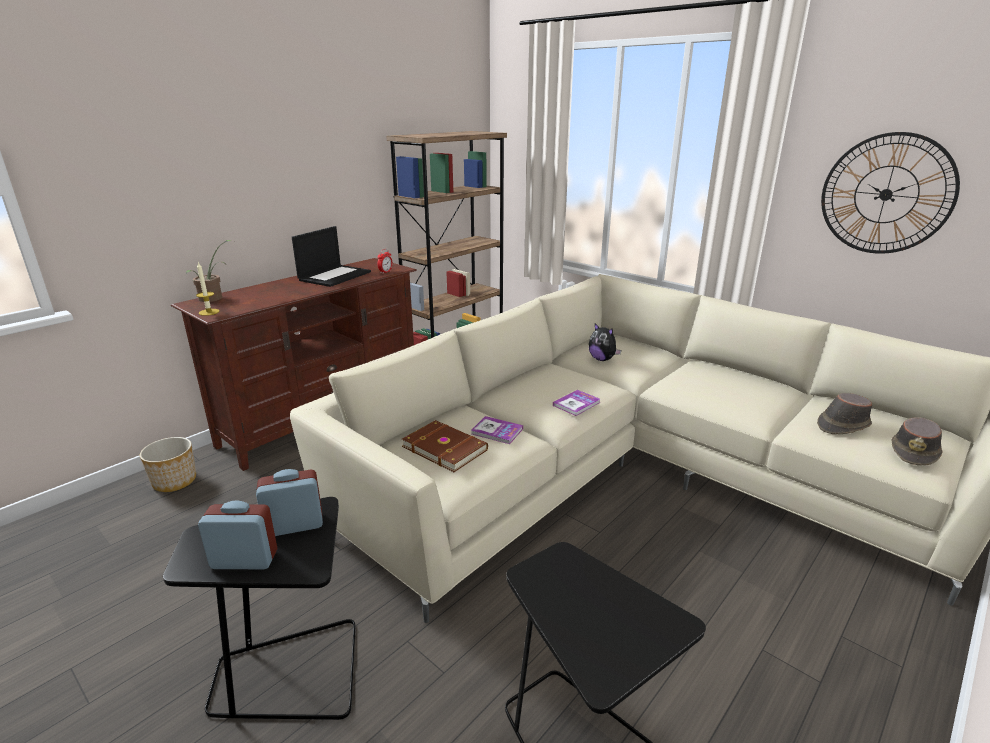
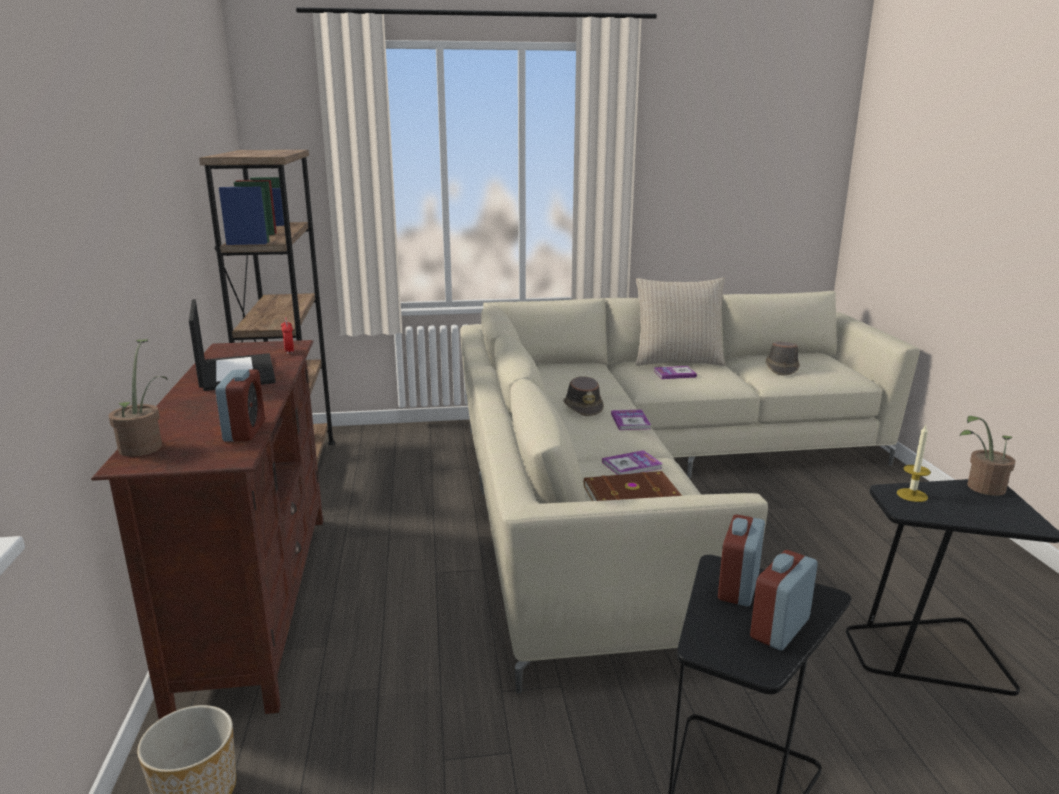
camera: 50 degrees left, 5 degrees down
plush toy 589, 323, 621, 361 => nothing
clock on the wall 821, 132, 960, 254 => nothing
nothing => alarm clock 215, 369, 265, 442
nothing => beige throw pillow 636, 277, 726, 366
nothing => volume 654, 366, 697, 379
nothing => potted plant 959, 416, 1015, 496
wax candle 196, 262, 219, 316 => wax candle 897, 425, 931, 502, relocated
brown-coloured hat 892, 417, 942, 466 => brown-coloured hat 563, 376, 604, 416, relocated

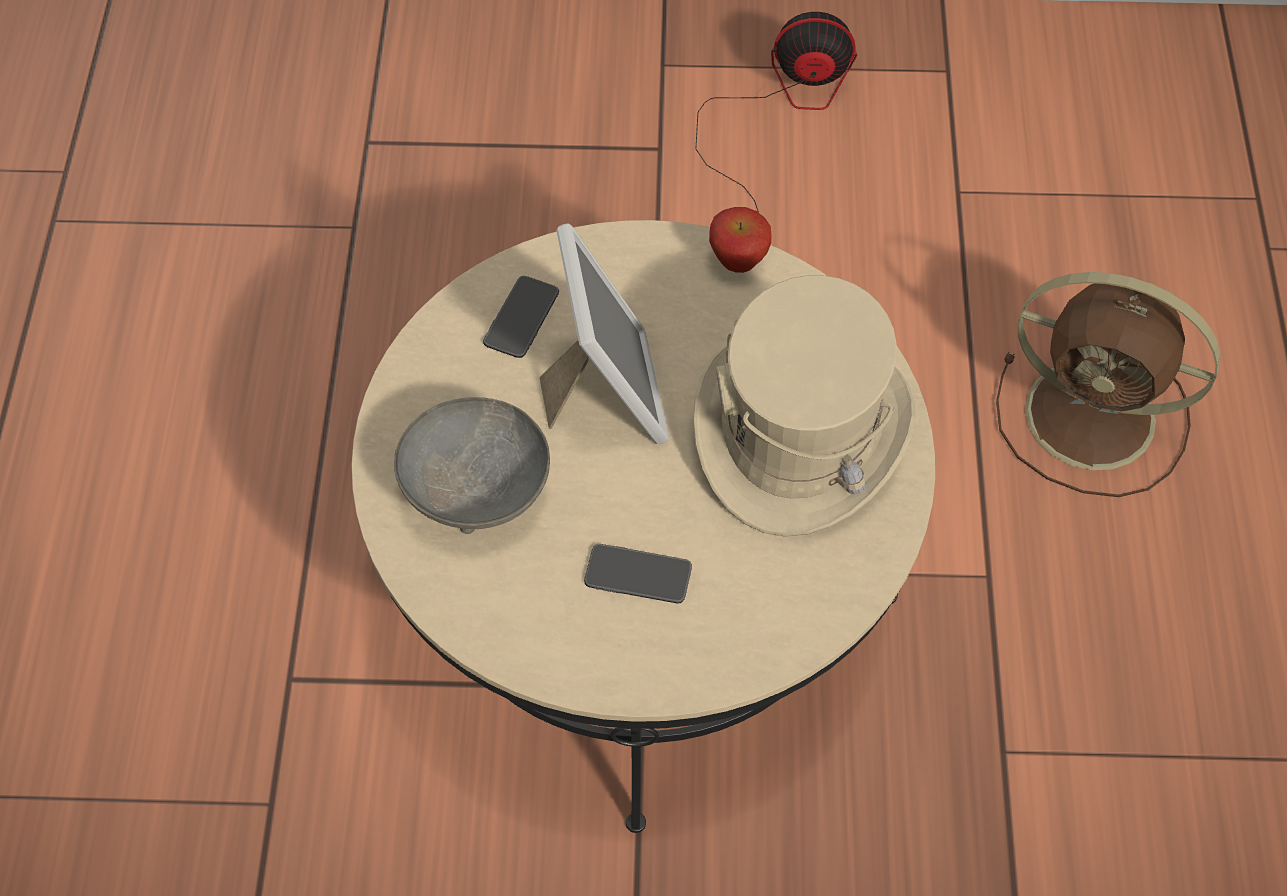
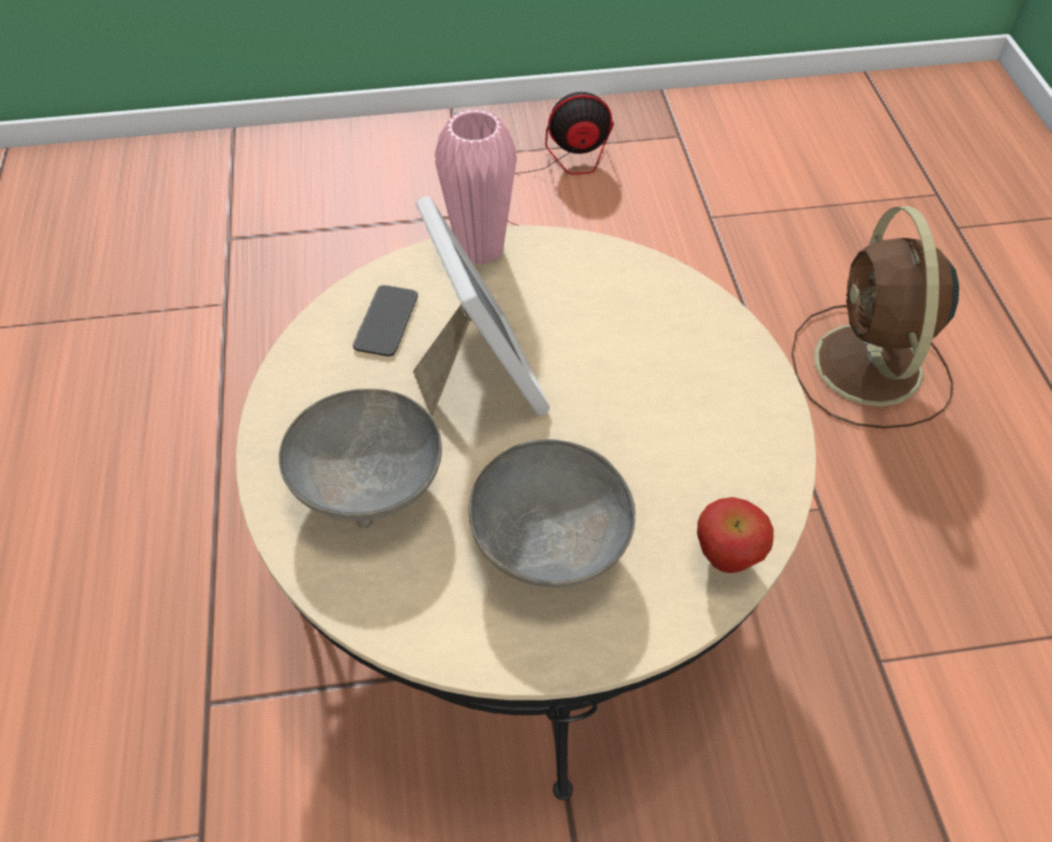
camera: 10 degrees left, 5 degrees down
beige hat 693, 275, 916, 537 => nothing
nothing => pinkish decorative vase 435, 109, 517, 265
apple 709, 207, 771, 273 => apple 697, 497, 774, 573, relocated
phone 584, 544, 692, 603 => grey bowl 468, 439, 635, 588
brown-coloured fan 996, 272, 1221, 497 => brown-coloured fan 791, 206, 959, 429, 75 degrees clockwise

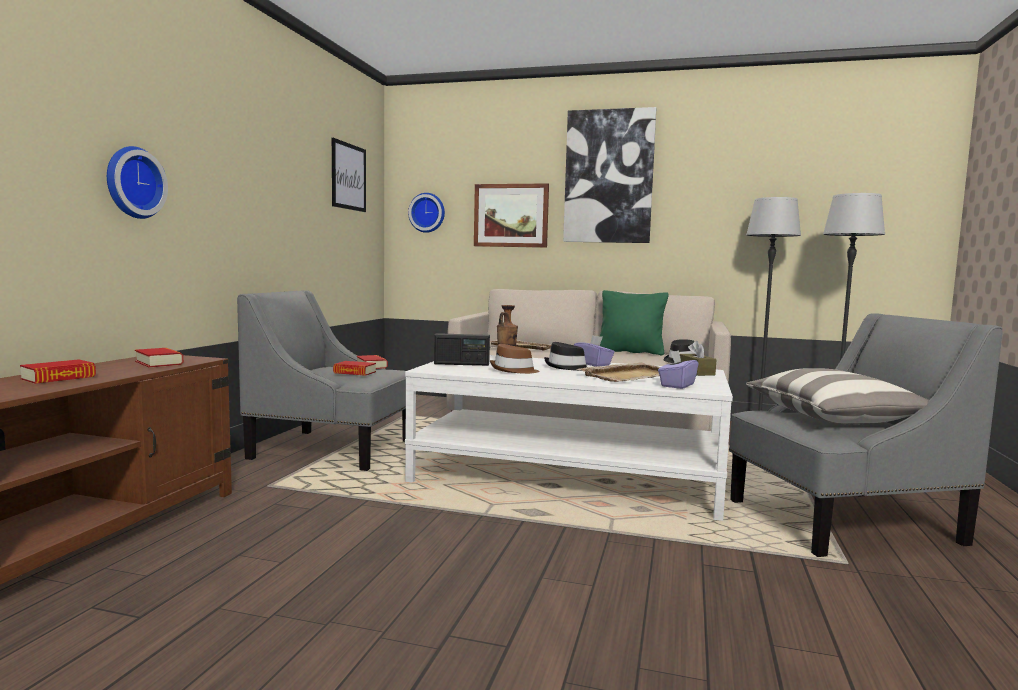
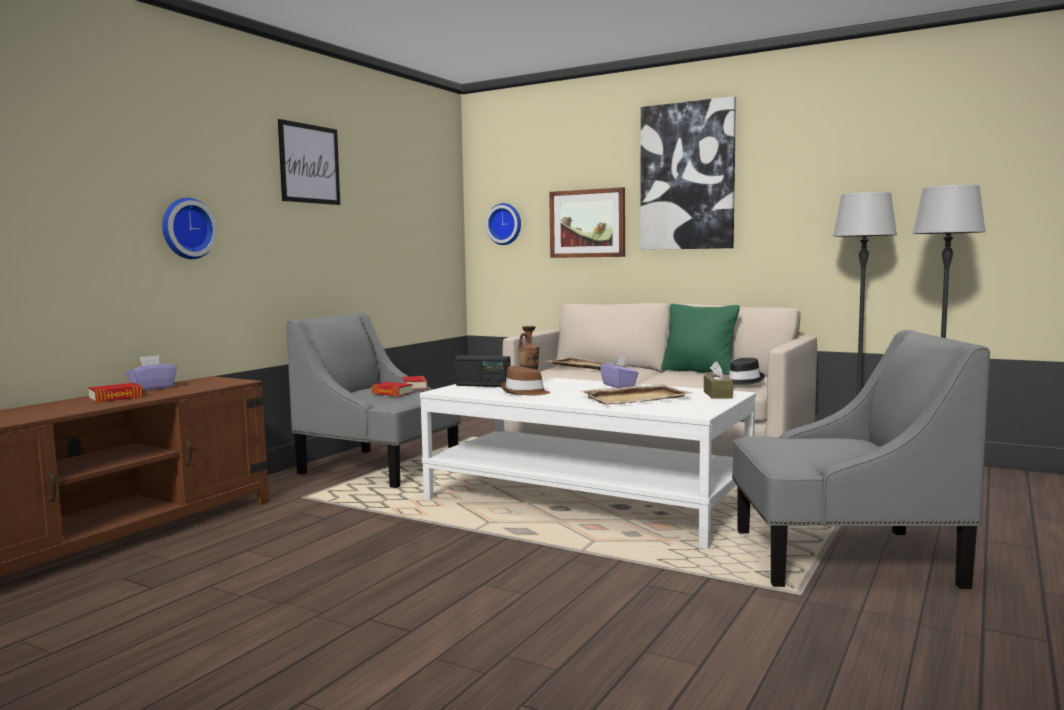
camera: 15 degrees right, 0 degrees up
volume 135, 348, 183, 367 => nothing
black hat 544, 342, 587, 371 => nothing
throw pillow 746, 368, 929, 424 => nothing
wall picture 332, 138, 366, 212 => wall picture 278, 119, 340, 205, relocated
purplish tissue holder 658, 350, 699, 389 => purplish tissue holder 126, 355, 177, 391, relocated

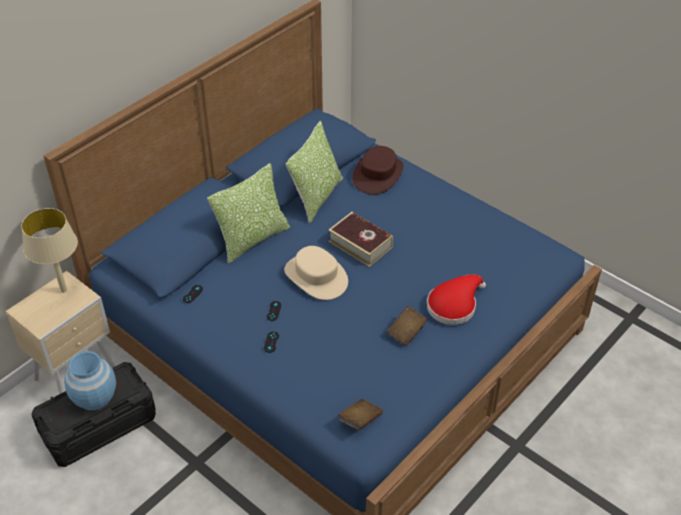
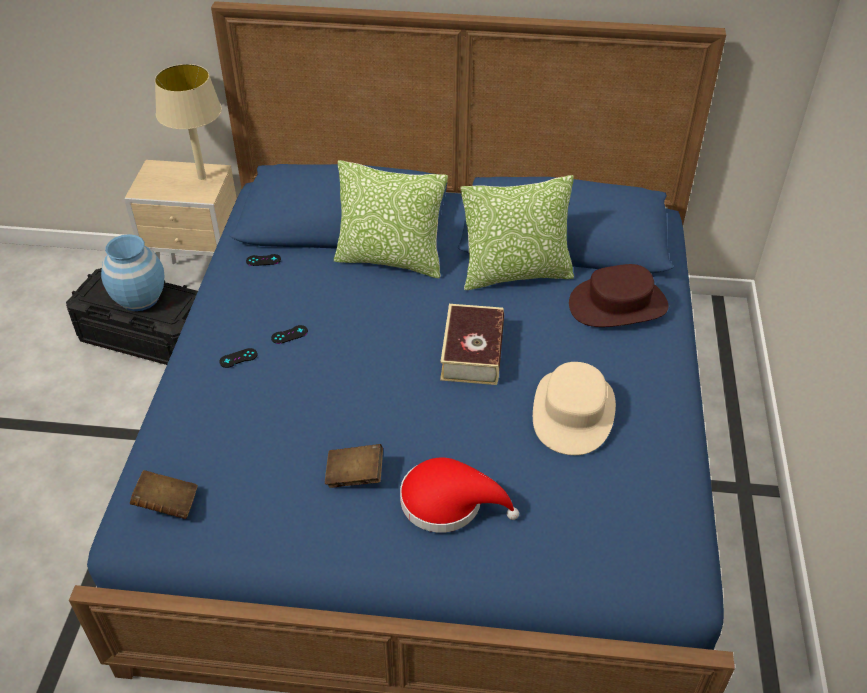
camera: 55 degrees right, 0 degrees up
beige hat 284, 246, 348, 300 => beige hat 533, 362, 616, 455, relocated

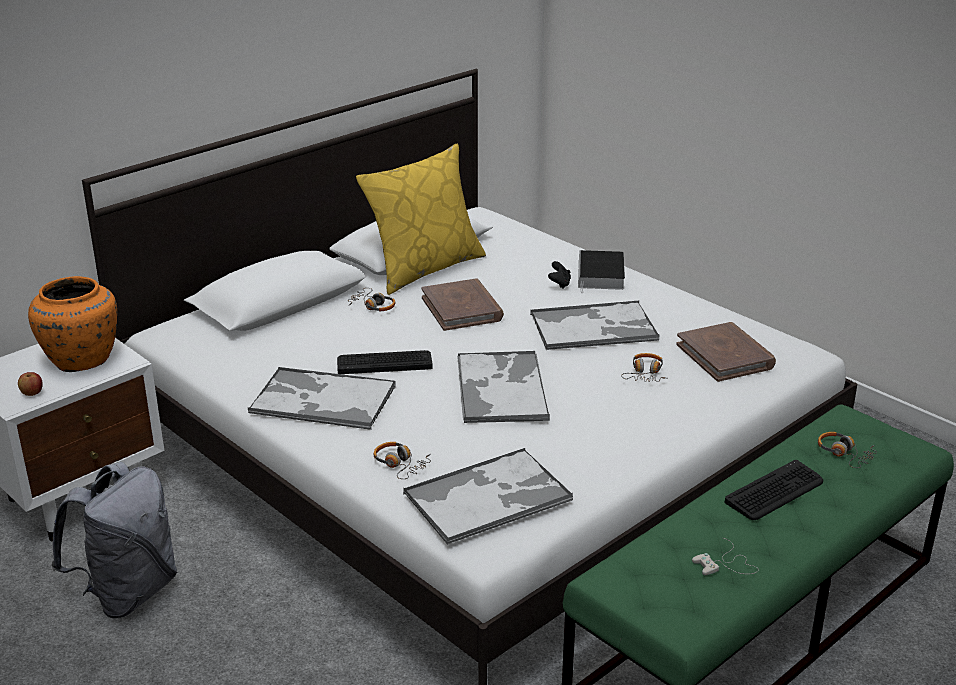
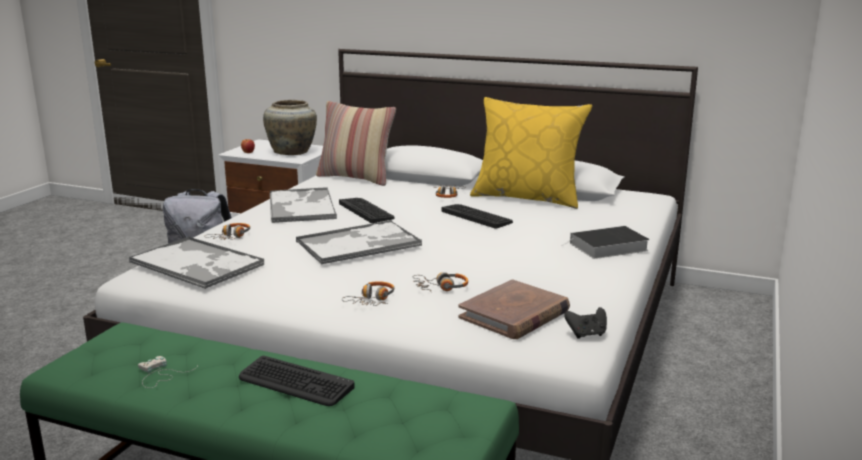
camera: 65 degrees right, 10 degrees down
carrying tray 530, 301, 659, 350 => nothing
nothing => throw pillow 316, 101, 396, 186
black game controller 548, 261, 571, 289 => black game controller 564, 307, 607, 339, relocated
headphones 818, 432, 877, 468 => headphones 342, 281, 394, 306, relocated
brown-coloured volume 421, 278, 504, 331 => PC keyboard 441, 204, 513, 229
orange-coloured decorative vase 28, 276, 117, 372 => beige decorative vase 263, 100, 317, 155

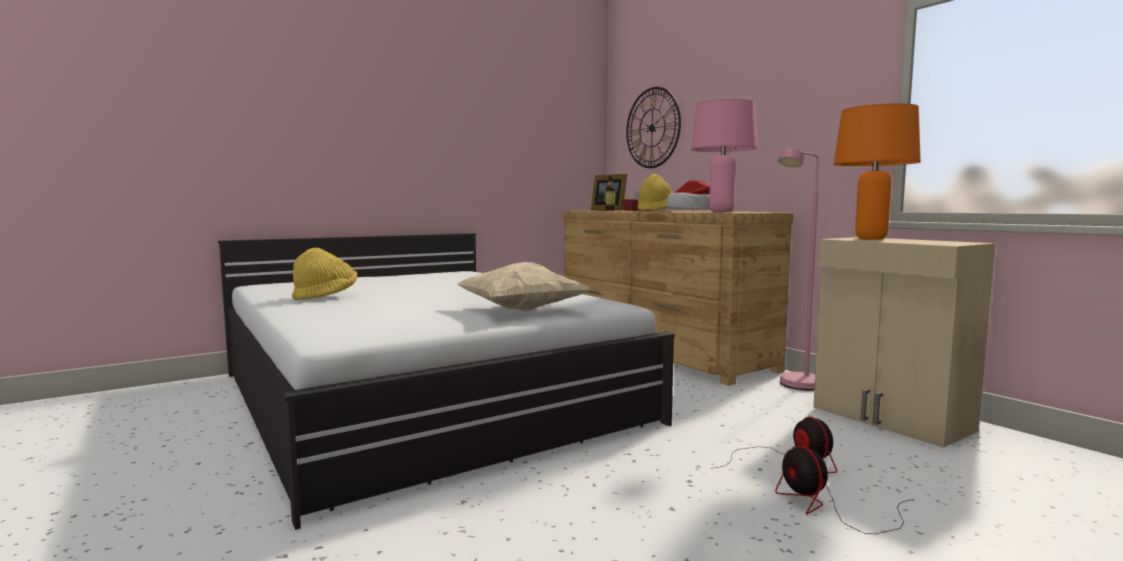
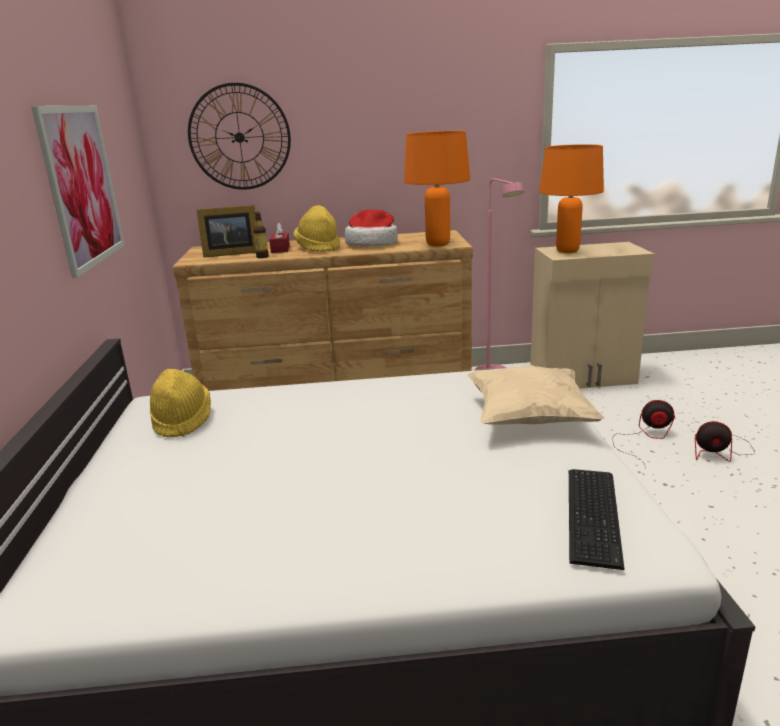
camera: 60 degrees left, 15 degrees up
nothing => wall picture 31, 106, 125, 278
nothing => PC keyboard 569, 469, 624, 570
yellow hat 292, 248, 357, 300 => yellow hat 150, 369, 211, 437, relocated
pinkish lamp for a table 691, 99, 757, 212 => orange-coloured lamp for a table 404, 131, 470, 246

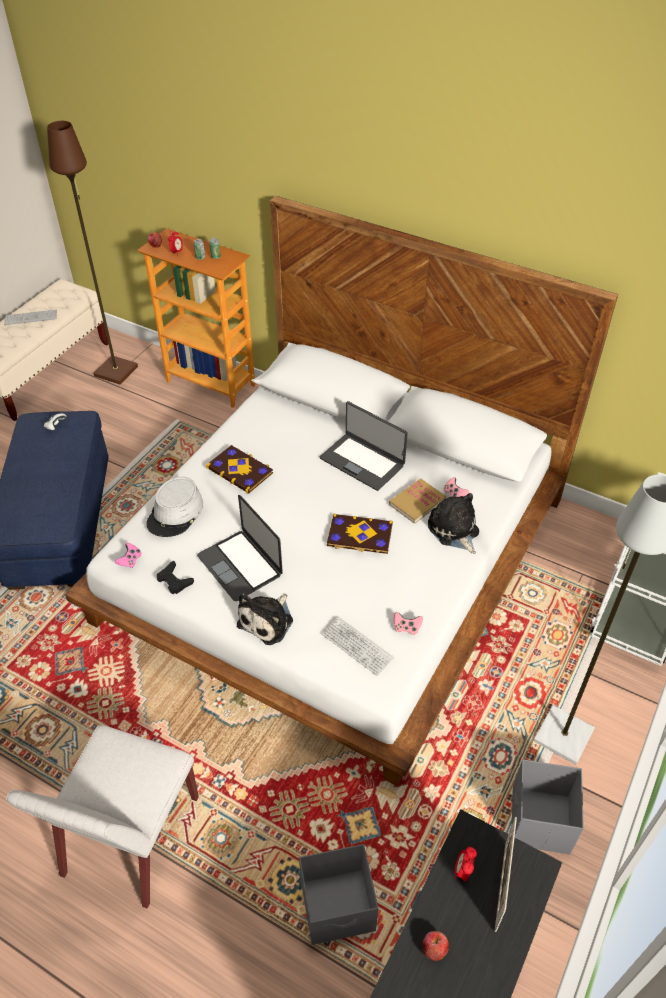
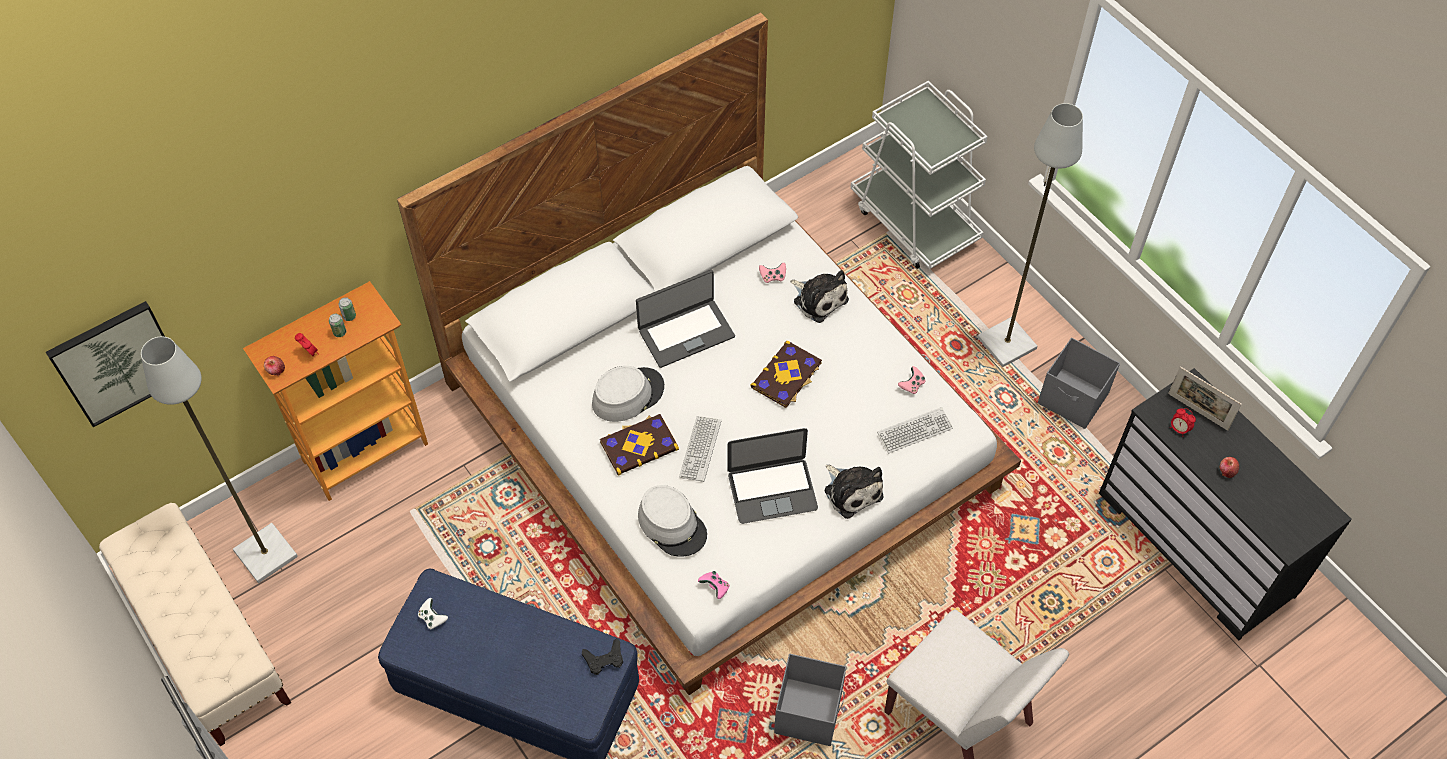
camera: 65 degrees left, 10 degrees up
volume 389, 479, 446, 524 => nothing
nothing => wall picture 46, 301, 165, 427
nothing => grey hat 592, 366, 664, 422
PC keyboard 4, 310, 57, 325 => PC keyboard 679, 416, 721, 482, relocated
black game controller 156, 561, 194, 594 => black game controller 582, 638, 623, 675, relocated
grey storage box 299, 844, 379, 945 => grey storage box 774, 653, 846, 746, relocated
brown-coloured floor lamp 47, 121, 138, 384 => grey floor lamp 141, 336, 298, 583
plush toy 428, 493, 479, 554 => plush toy 790, 270, 849, 323, 135 degrees counterclockwise

